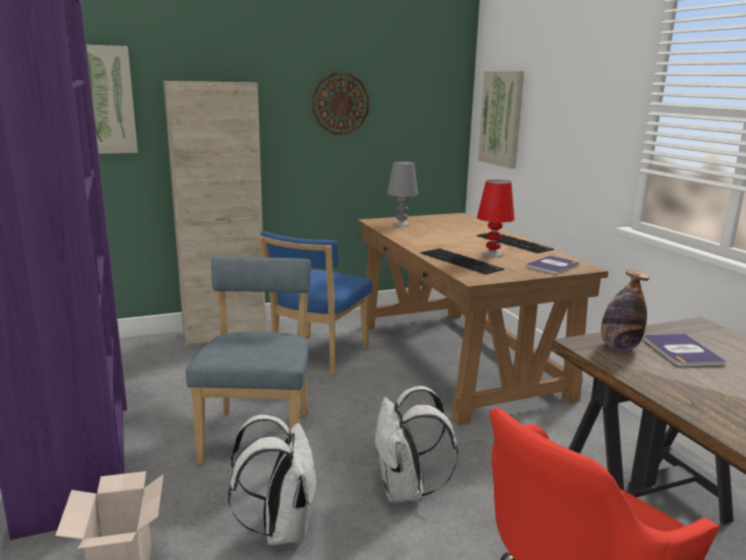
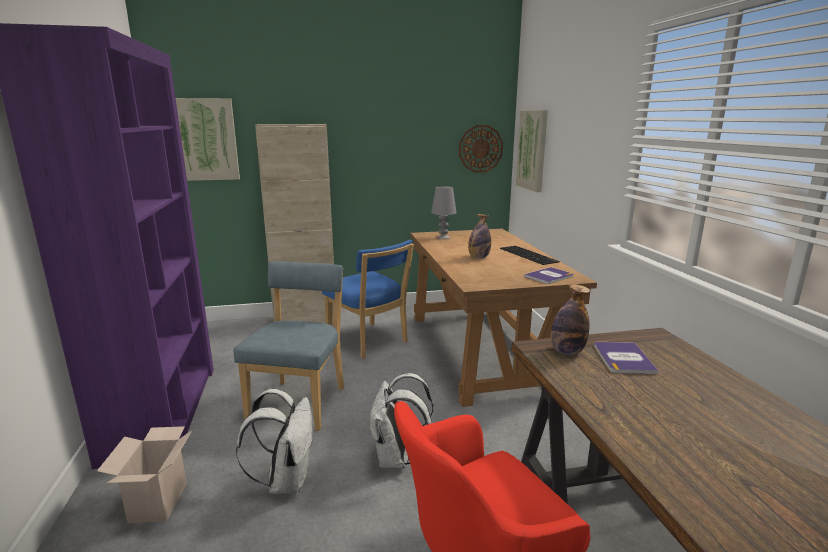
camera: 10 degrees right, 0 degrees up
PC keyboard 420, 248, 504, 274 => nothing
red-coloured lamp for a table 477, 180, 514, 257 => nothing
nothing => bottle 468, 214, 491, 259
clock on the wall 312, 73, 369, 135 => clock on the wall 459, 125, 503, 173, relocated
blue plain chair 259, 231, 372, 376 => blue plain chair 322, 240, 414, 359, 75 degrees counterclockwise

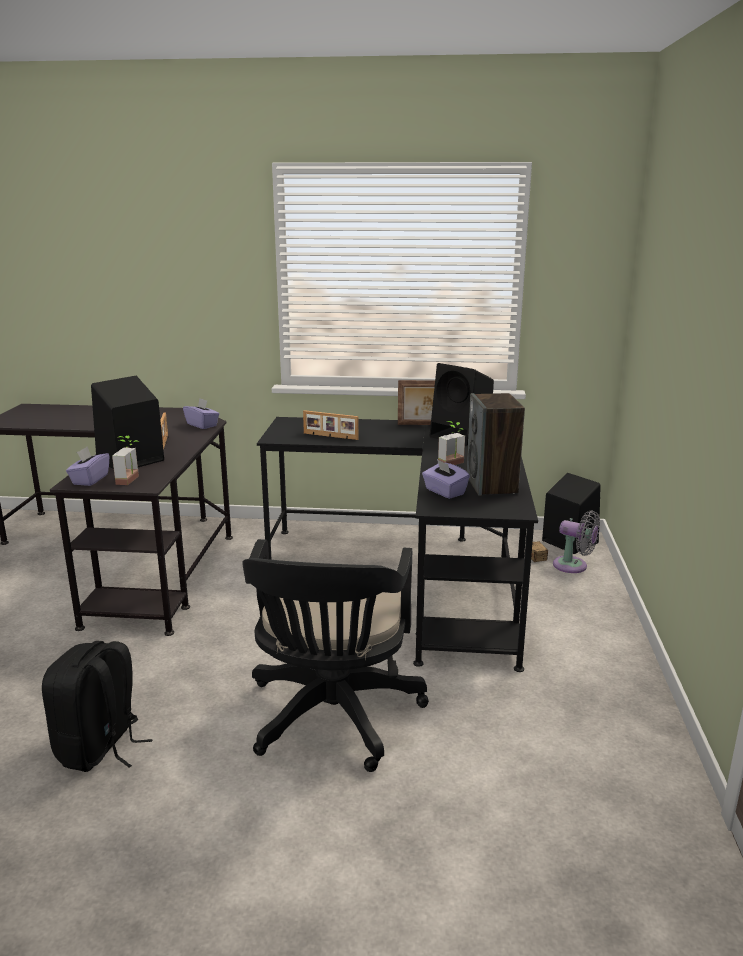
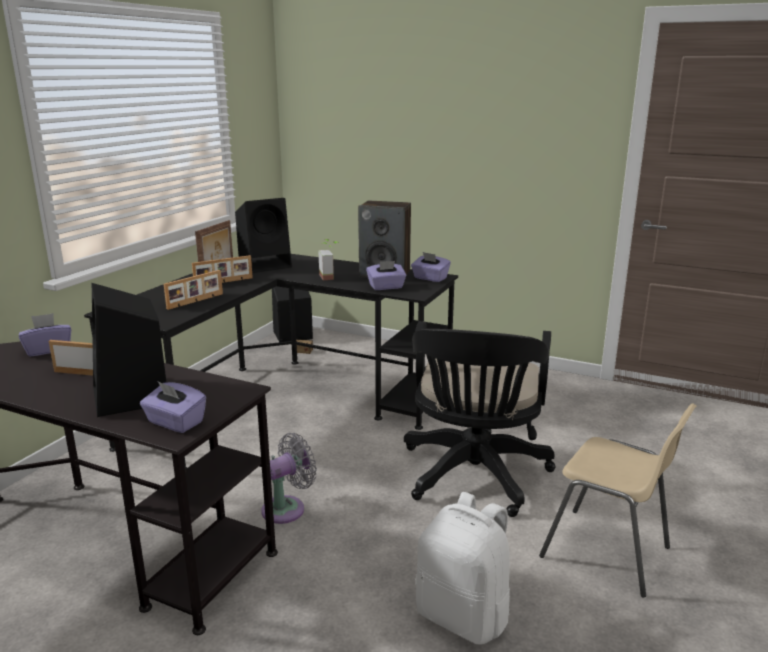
camera: 70 degrees left, 0 degrees up
potted plant 112, 436, 139, 485 => nothing
nothing => standing frame 192, 255, 253, 283
nothing => purplish tissue holder 411, 252, 451, 282
nothing => beige plain chair 539, 404, 697, 598
grey fan 553, 511, 600, 573 => grey fan 261, 433, 317, 524, relocated
black backpack 42, 641, 153, 772 => white-coloured backpack 415, 492, 510, 645
black office chair 242, 539, 429, 772 => black office chair 404, 321, 555, 517, 75 degrees clockwise

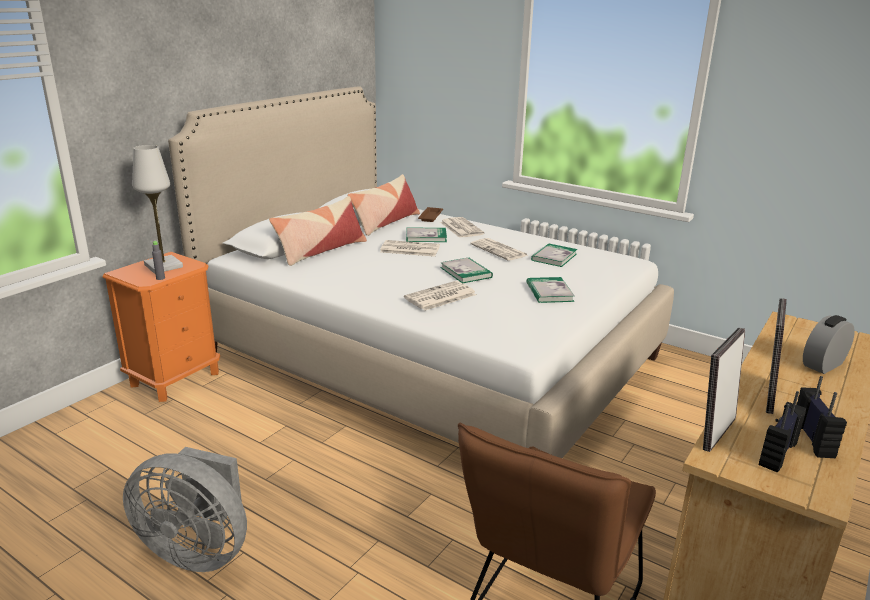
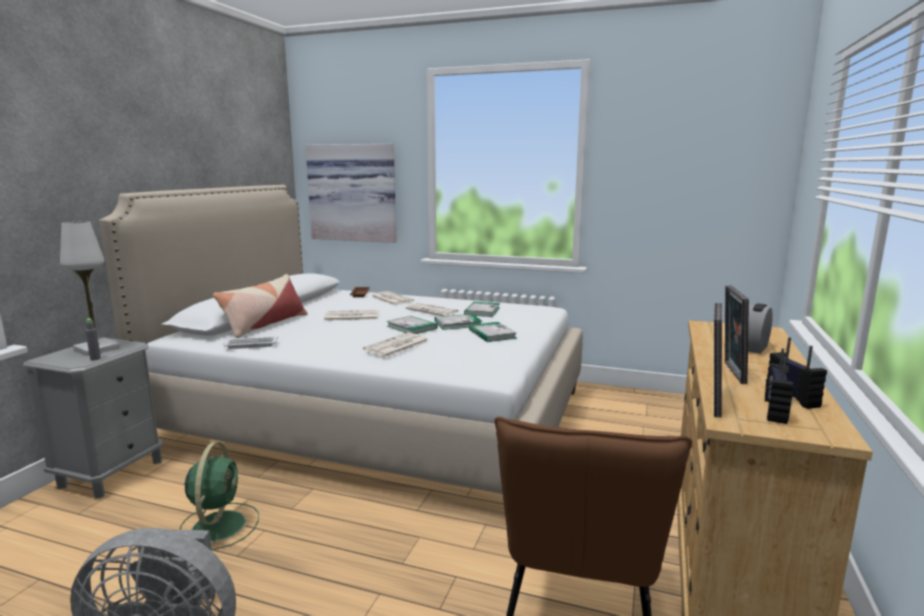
camera: 15 degrees left, 10 degrees down
throw pillow 348, 174, 420, 236 => nothing
nothing => green fan 179, 442, 259, 550
nothing => white-coloured carrying tray 223, 336, 278, 349
nothing => wall picture 306, 144, 397, 243
volume 406, 227, 447, 242 => volume 435, 314, 483, 330, relocated
orange-coloured nightstand 103, 252, 220, 402 => grey nightstand 23, 337, 163, 499

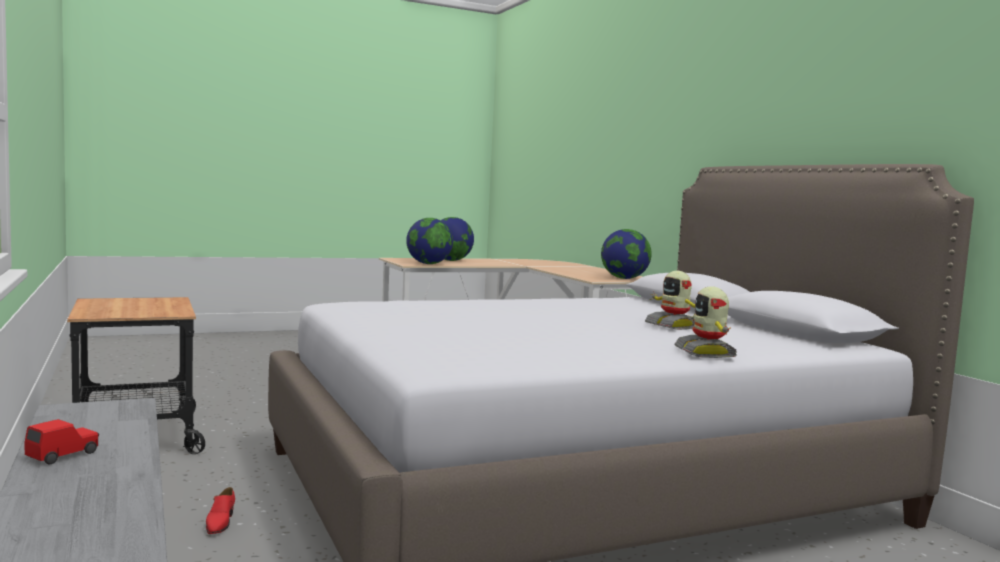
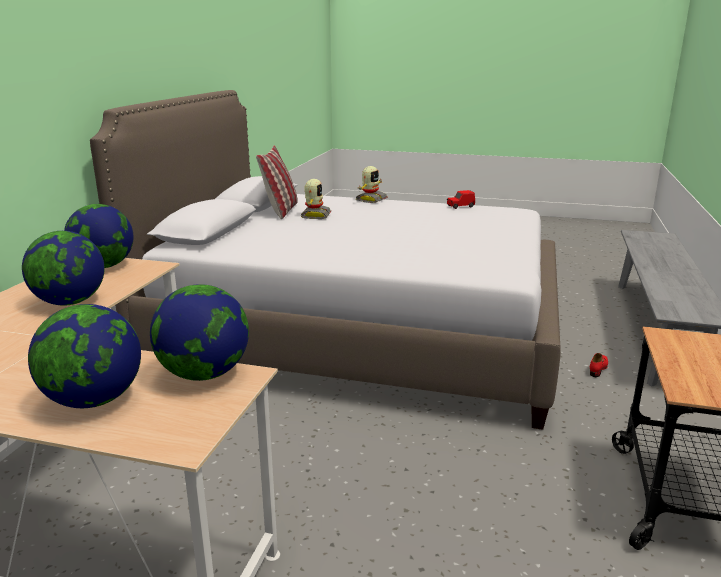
camera: 140 degrees left, 15 degrees up
nothing => desk globe 22, 231, 105, 306
nothing => throw pillow 256, 145, 298, 219
red-coloured toy car 24, 419, 99, 464 => red-coloured toy car 447, 190, 475, 209, relocated

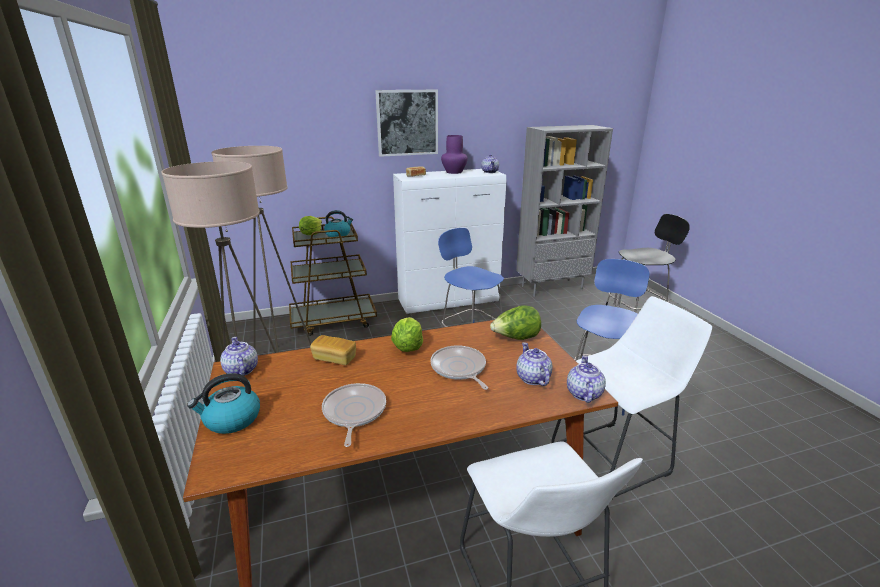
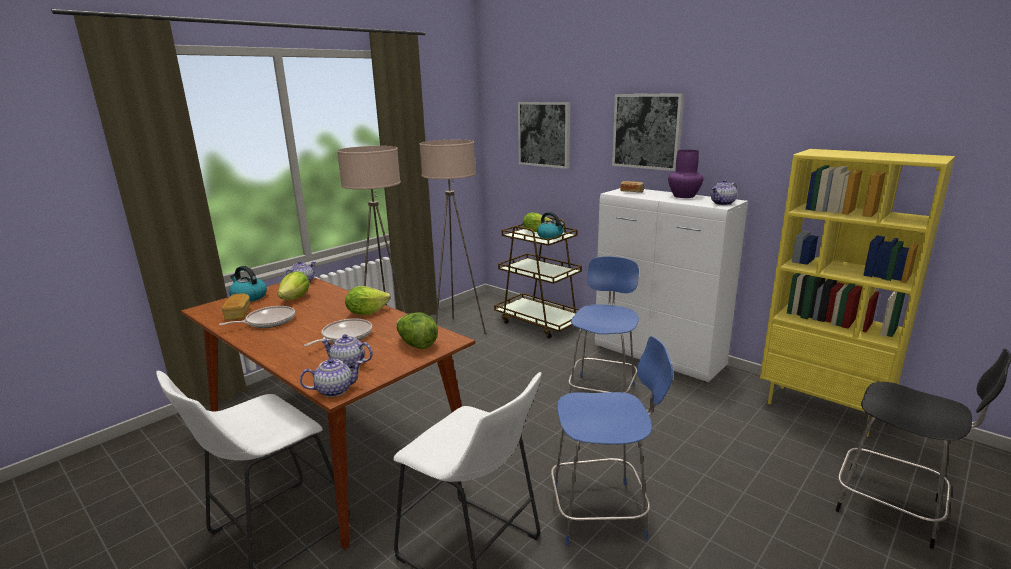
camera: 60 degrees right, 5 degrees down
nothing => lettuce head 277, 271, 310, 300
nothing => wall picture 518, 102, 570, 169
baked bread 310, 335, 356, 365 => baked bread 222, 293, 250, 320, relocated
grey shelving unit 516, 125, 613, 297 => yellow shelving unit 760, 149, 955, 437
pot for tea 516, 342, 553, 386 => pot for tea 321, 334, 373, 369, 120 degrees counterclockwise

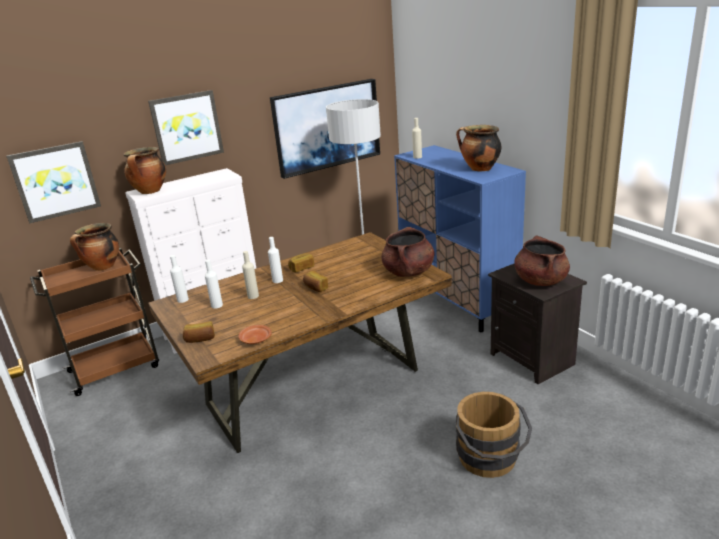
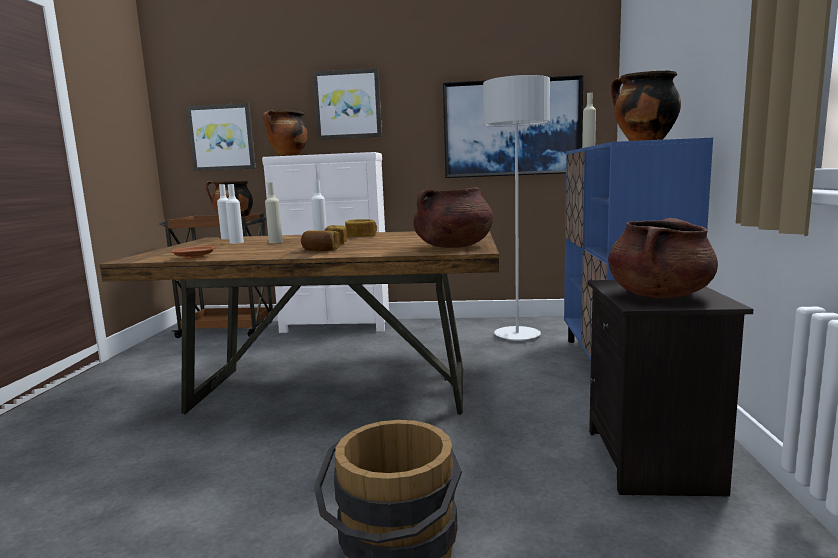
camera: 35 degrees right, 15 degrees down
baked bread 183, 321, 215, 343 => baked bread 301, 230, 340, 251, relocated

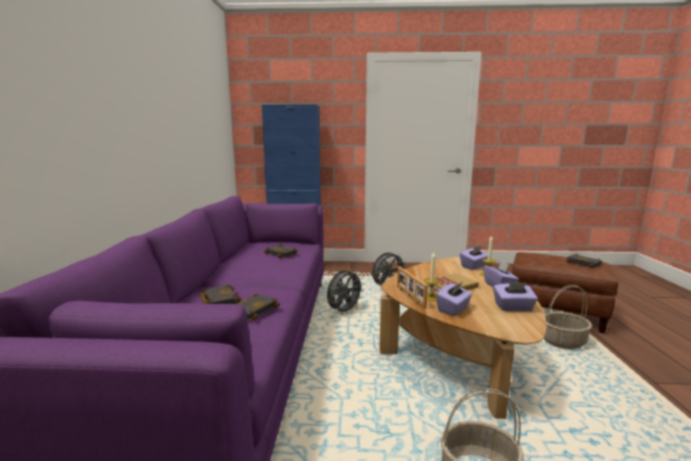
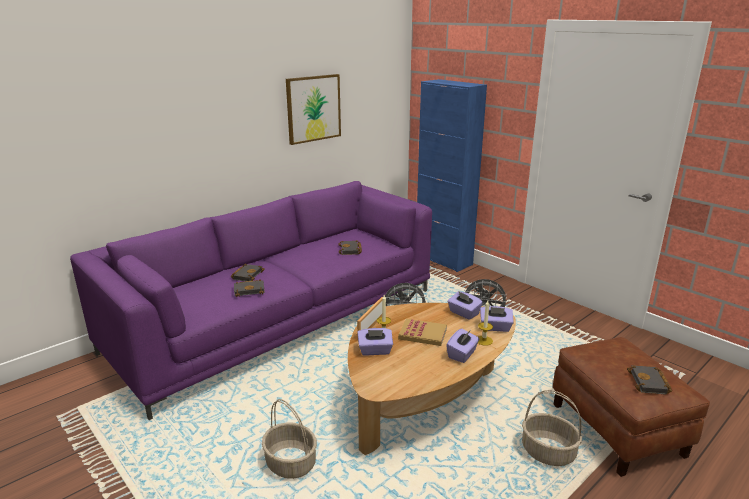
camera: 45 degrees right, 10 degrees up
nothing => wall picture 286, 74, 341, 145
purplish tissue holder 493, 282, 538, 311 => purplish tissue holder 448, 291, 483, 320, relocated

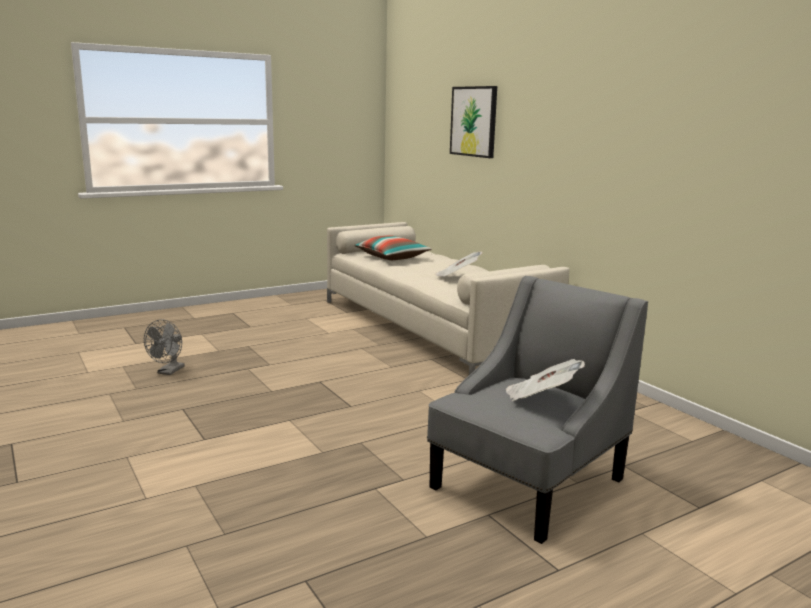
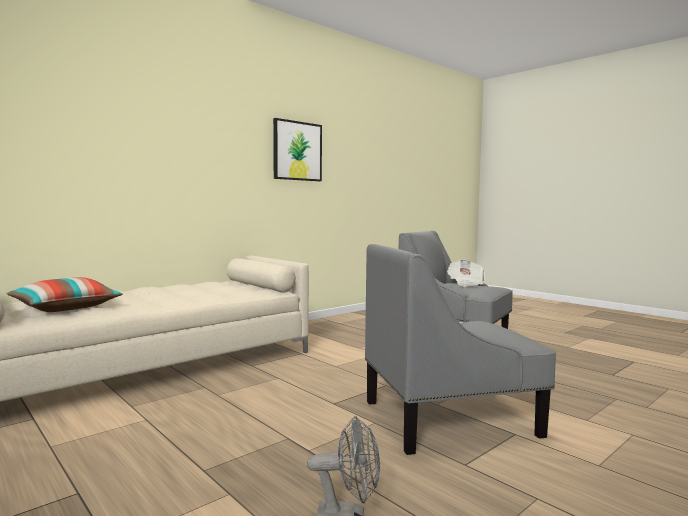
camera: 100 degrees left, 10 degrees down
newspaper 436, 251, 482, 277 => nothing
nothing => grey armchair 365, 244, 556, 455
wall picture 450, 86, 497, 158 => wall picture 273, 118, 322, 181, relocated

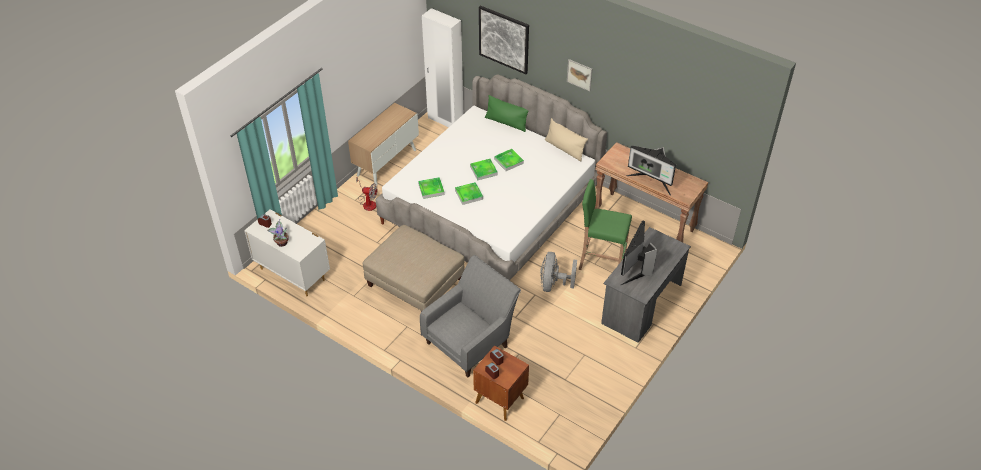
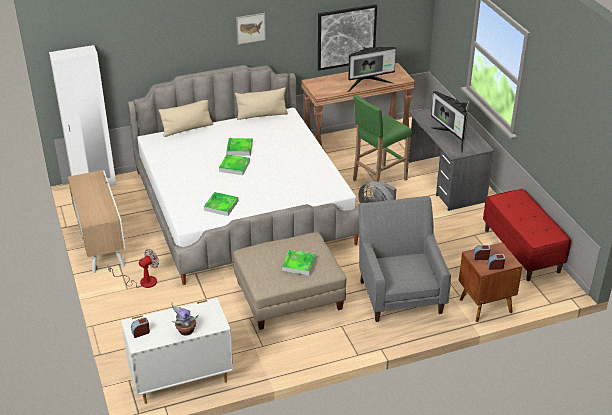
camera: 55 degrees left, 10 degrees down
nothing => red-coloured indoor bench 483, 189, 571, 281
carrying tray 455, 182, 483, 205 => carrying tray 282, 250, 316, 276, relocated
wall picture 479, 5, 529, 74 => wall picture 318, 4, 377, 71, relocated
green throw pillow 485, 95, 528, 132 => beige throw pillow 159, 100, 213, 137

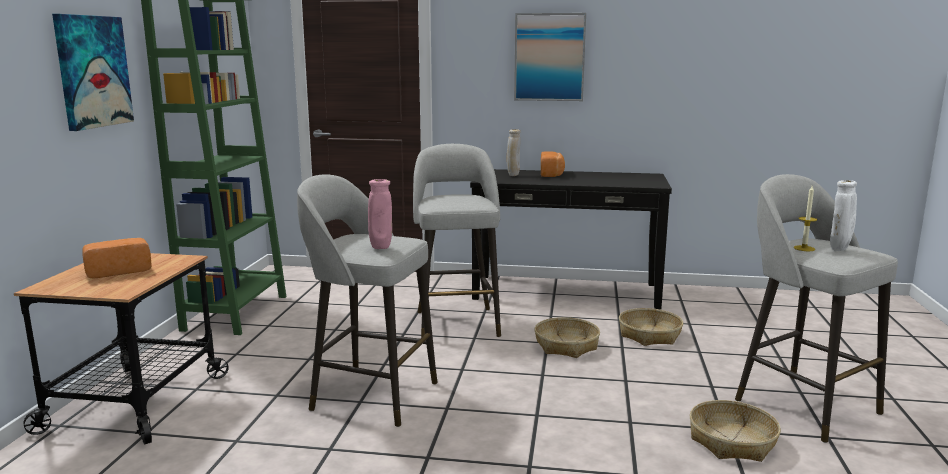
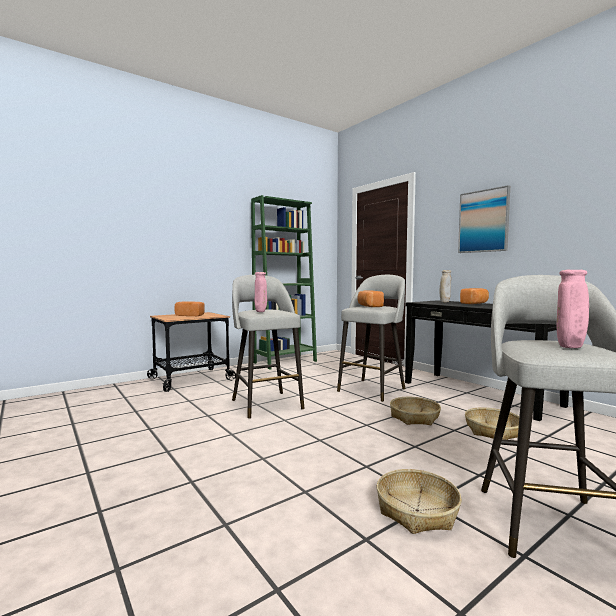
camera: 45 degrees right, 10 degrees down
wall picture 52, 14, 134, 131 => nothing
wax candle 793, 186, 817, 251 => nothing
nothing => baked bread 358, 290, 384, 307
white-coloured decorative vase 830, 180, 857, 251 => pinkish decorative vase 557, 270, 589, 348

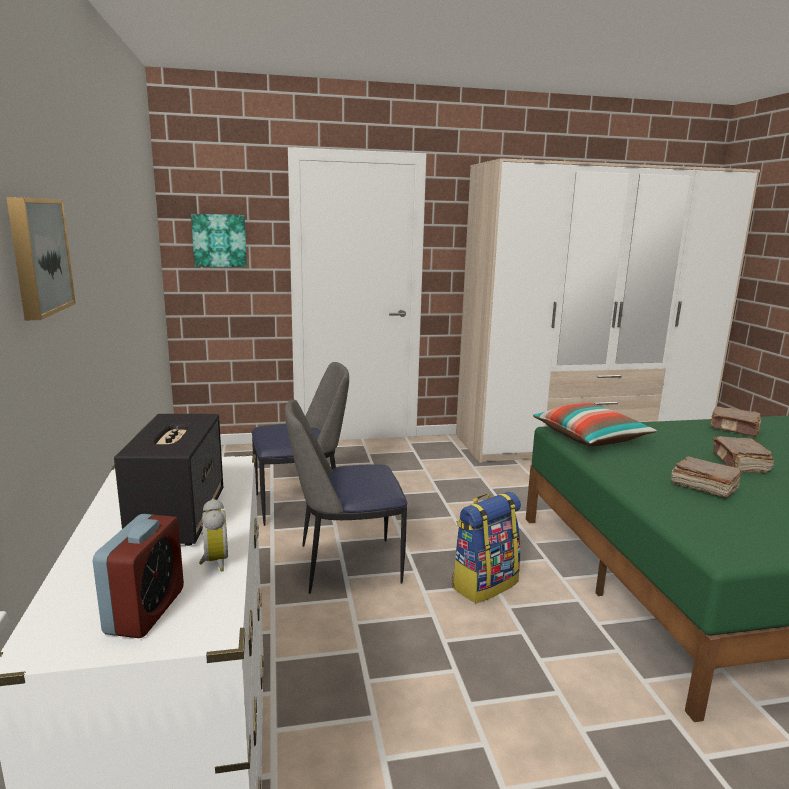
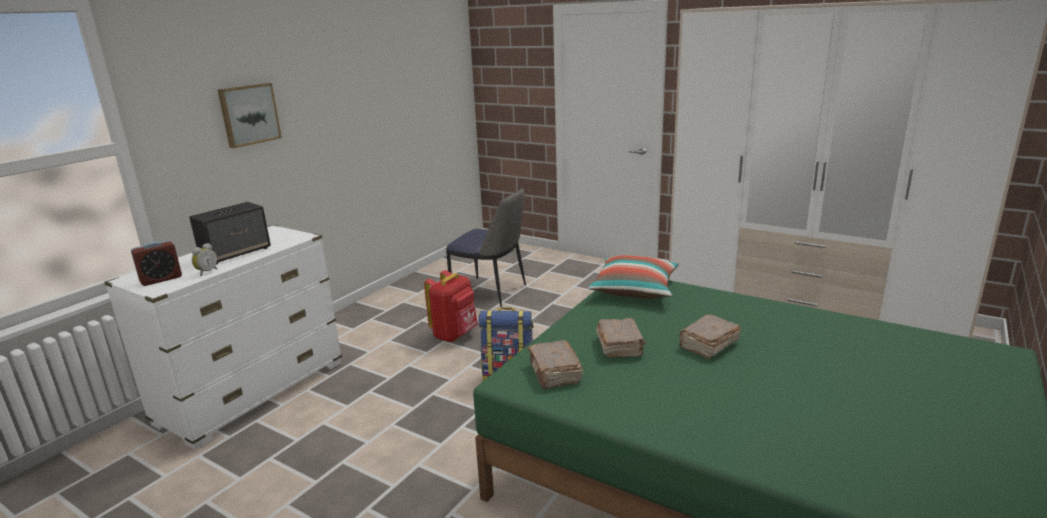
camera: 45 degrees right, 5 degrees up
wall picture 191, 214, 247, 267 => nothing
brown-coloured volume 710, 407, 761, 437 => brown-coloured volume 527, 340, 583, 389, relocated
plain chair 285, 399, 407, 594 => red-coloured backpack 424, 270, 478, 342

